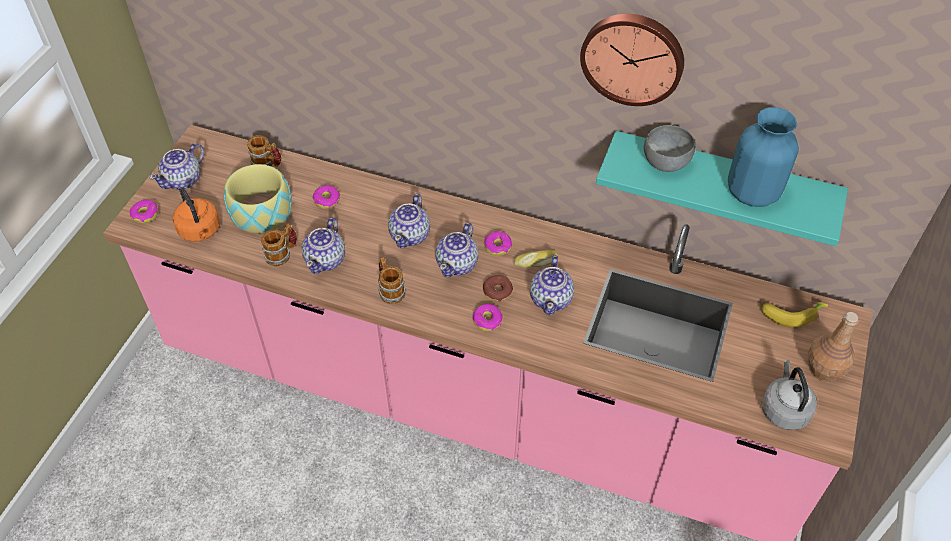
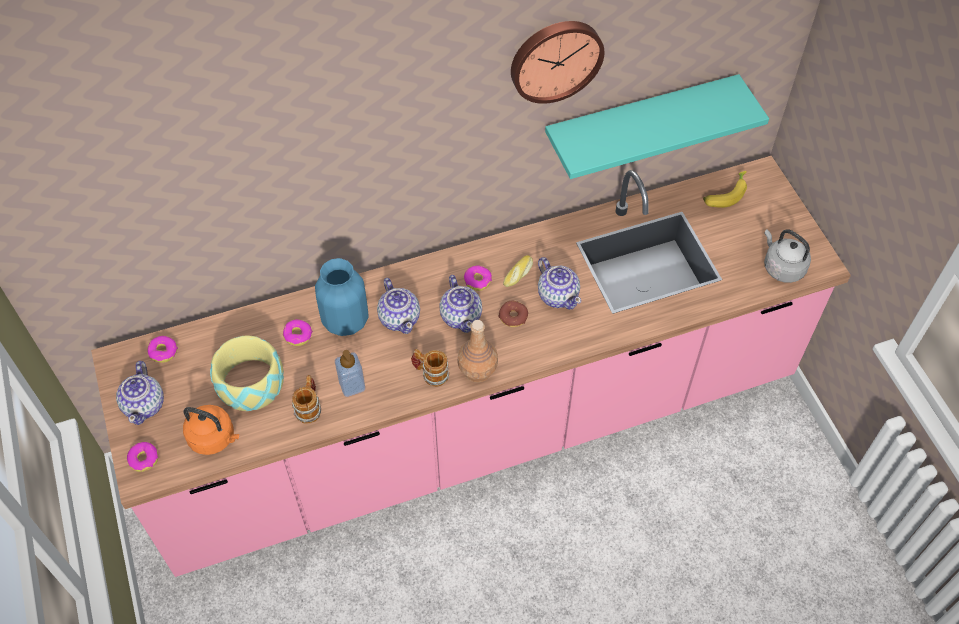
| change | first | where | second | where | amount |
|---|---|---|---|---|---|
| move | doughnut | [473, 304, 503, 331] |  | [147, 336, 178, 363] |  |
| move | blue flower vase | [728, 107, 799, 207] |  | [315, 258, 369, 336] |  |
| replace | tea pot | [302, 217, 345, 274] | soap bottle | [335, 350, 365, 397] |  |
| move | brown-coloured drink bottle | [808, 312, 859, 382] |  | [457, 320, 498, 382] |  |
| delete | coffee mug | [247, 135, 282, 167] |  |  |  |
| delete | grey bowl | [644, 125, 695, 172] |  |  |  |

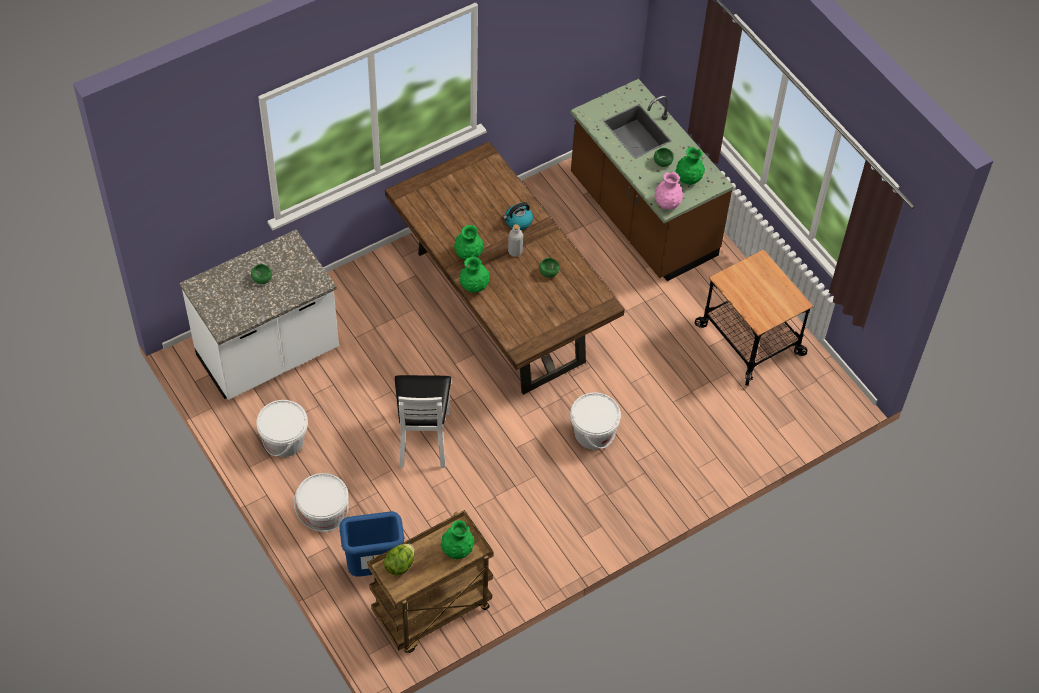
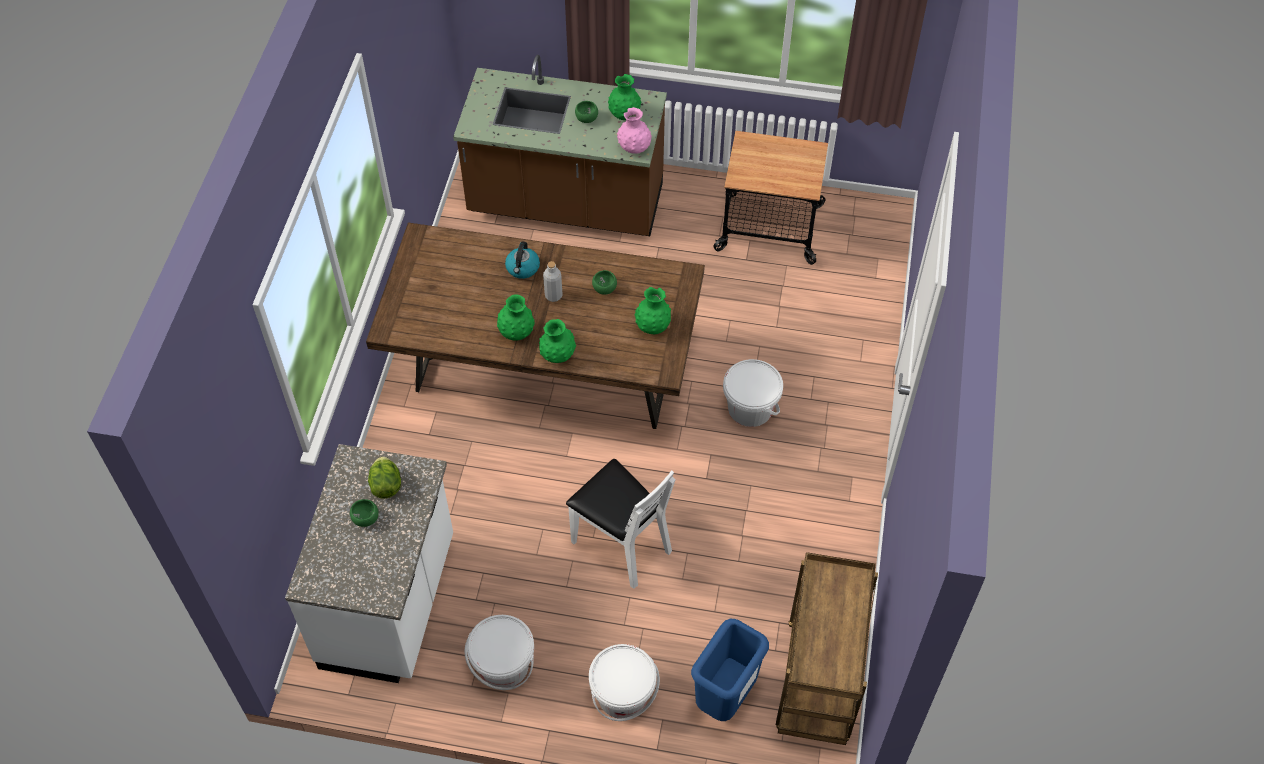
| change | first | where | second | where | amount |
|---|---|---|---|---|---|
| move | lettuce | [383, 544, 415, 575] |  | [368, 456, 401, 498] |  |
| move | green-coloured flower vase | [441, 520, 475, 559] |  | [635, 287, 671, 334] |  |

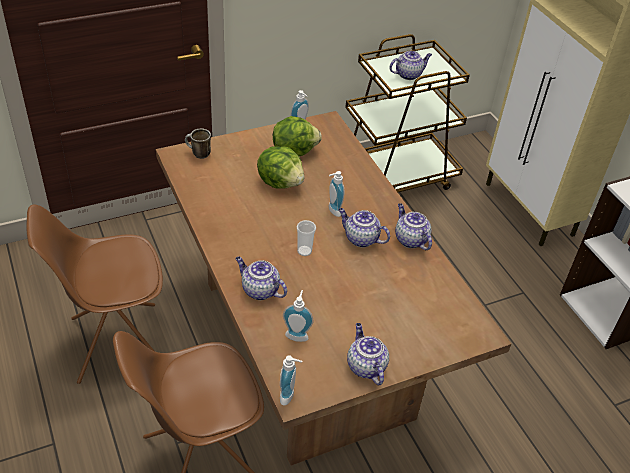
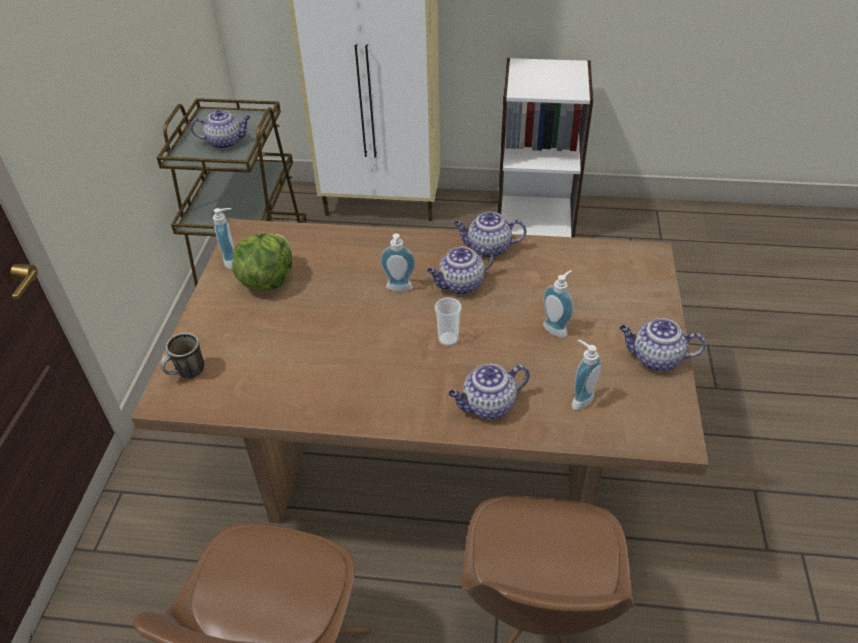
| change | first | where | second | where | amount |
|---|---|---|---|---|---|
| rotate | tea pot | [389, 51, 432, 80] |  | [191, 110, 251, 149] | 75 degrees clockwise |
| move | soap bottle | [280, 355, 302, 406] |  | [543, 270, 574, 338] |  |
| delete | lettuce | [257, 147, 304, 189] |  |  |  |

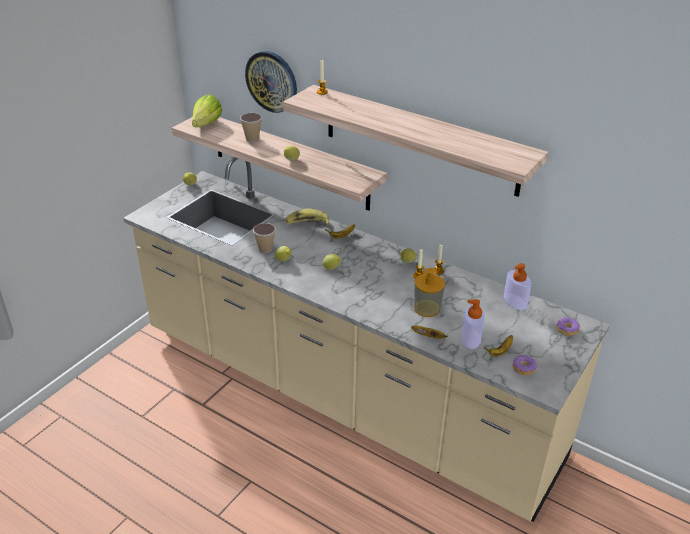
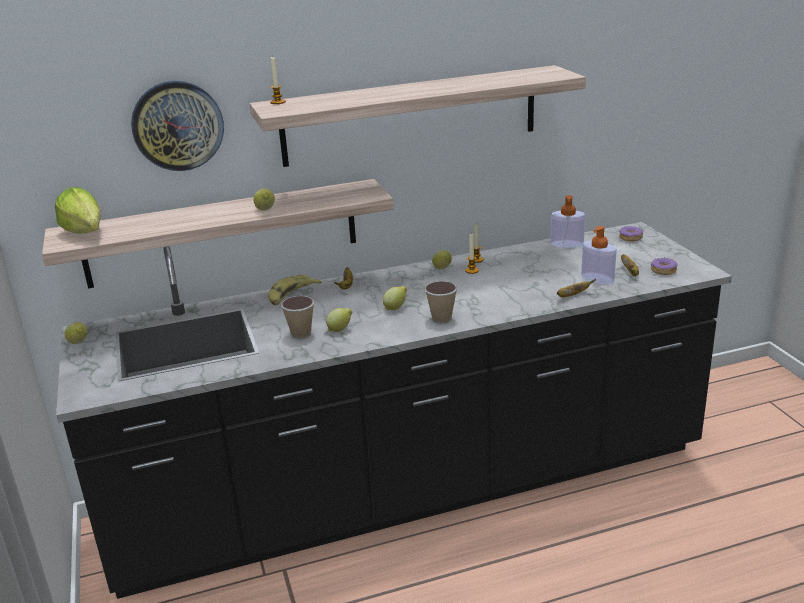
| change | first | where | second | where | amount |
|---|---|---|---|---|---|
| recolor | beige counter | [123, 157, 609, 522] | black-coloured counter | [56, 222, 732, 599] |  |
| move | drinking cup | [240, 113, 262, 142] |  | [425, 281, 457, 324] |  |
| delete | soap bottle | [414, 268, 445, 317] |  |  |  |

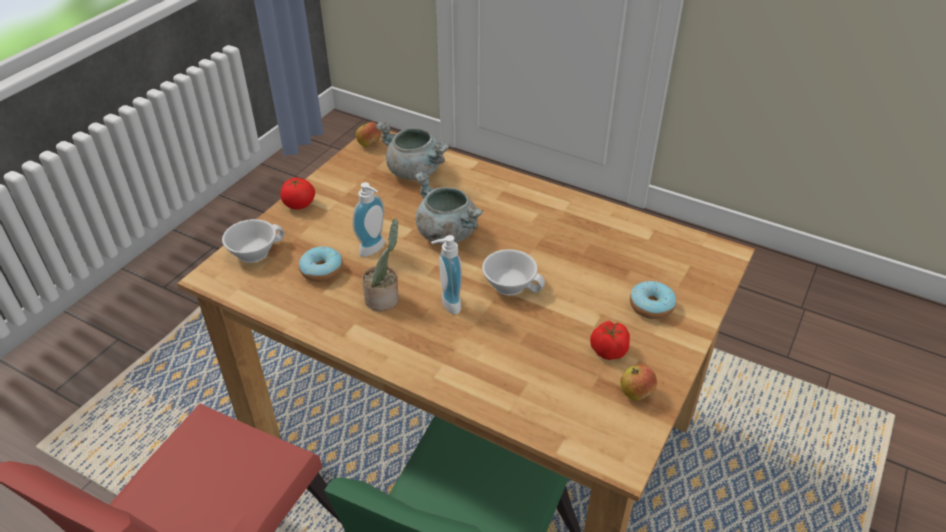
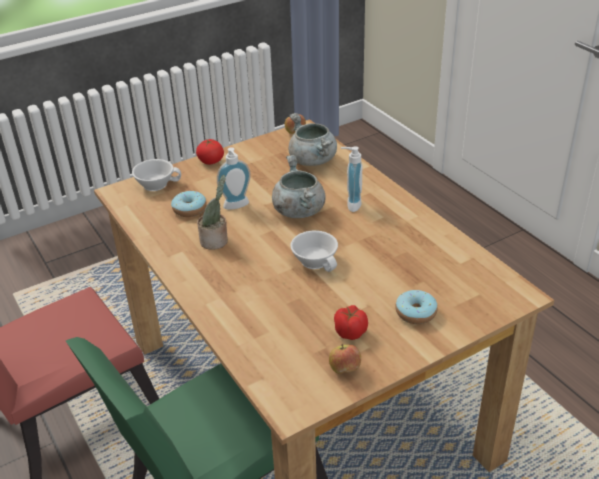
| change | first | where | second | where | amount |
|---|---|---|---|---|---|
| move | soap bottle | [431, 235, 462, 314] |  | [341, 146, 363, 212] |  |

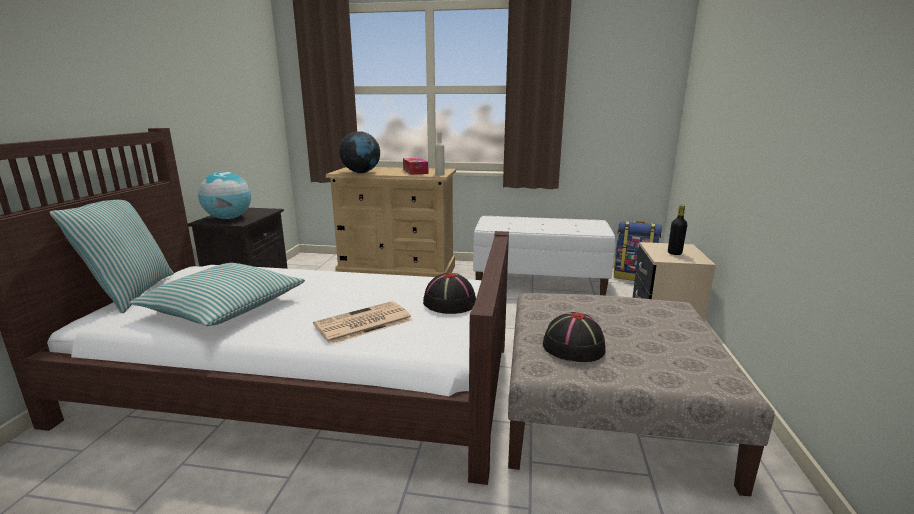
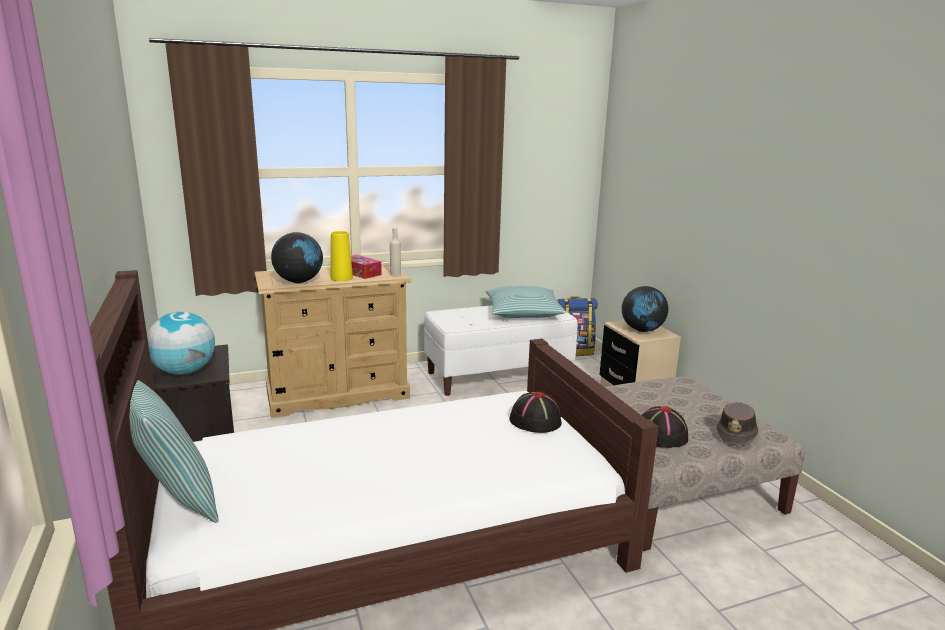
| change | first | where | second | where | amount |
|---|---|---|---|---|---|
| insert |  |  | yellowish flower vase | [331, 231, 353, 281] |  |
| move | throw pillow | [129, 263, 305, 326] |  | [486, 286, 566, 318] |  |
| replace | black-coloured drink bottle | [668, 205, 687, 255] | world globe | [622, 286, 669, 332] |  |
| insert |  |  | brown-coloured clothing hat | [716, 402, 758, 445] |  |
| delete | daily paper | [313, 301, 412, 344] |  |  |  |

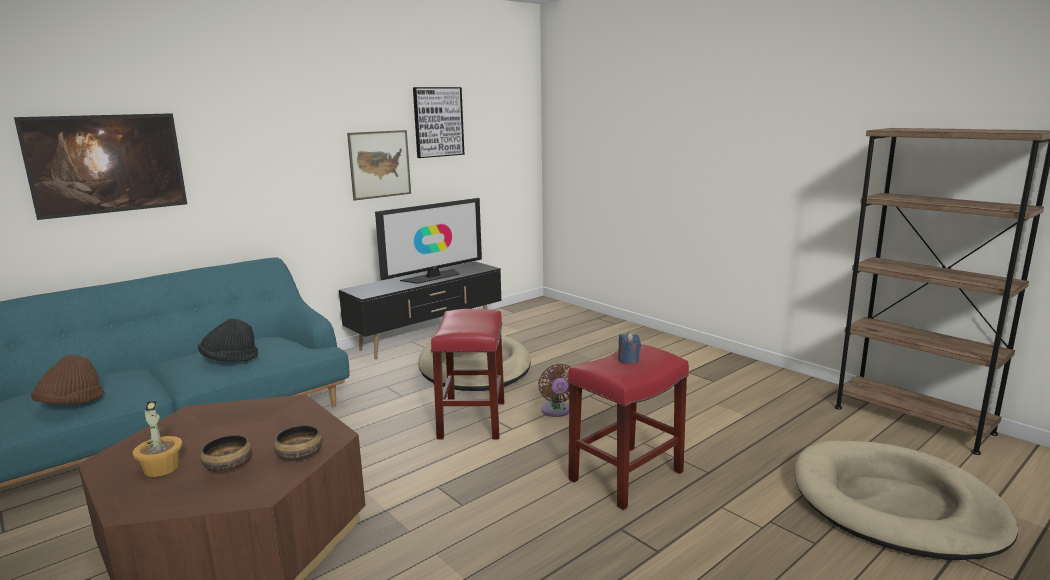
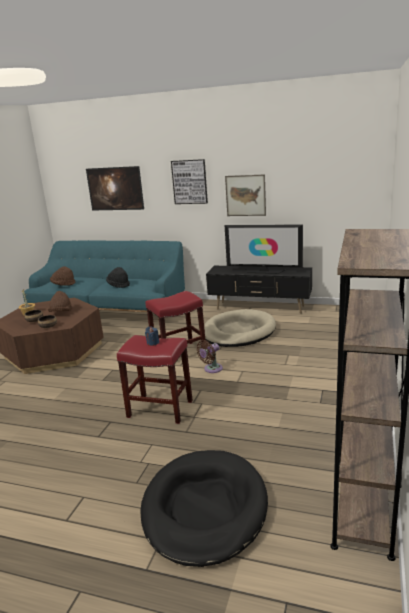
| change | first | where | second | where | amount |
|---|---|---|---|---|---|
| insert |  |  | brown-coloured clothing hat | [48, 291, 72, 312] |  |
| recolor | beige dog cushion | [795, 440, 1018, 560] | black-coloured dog cushion | [140, 450, 268, 567] |  |
| move | wall art | [413, 87, 465, 158] |  | [171, 159, 208, 204] |  |

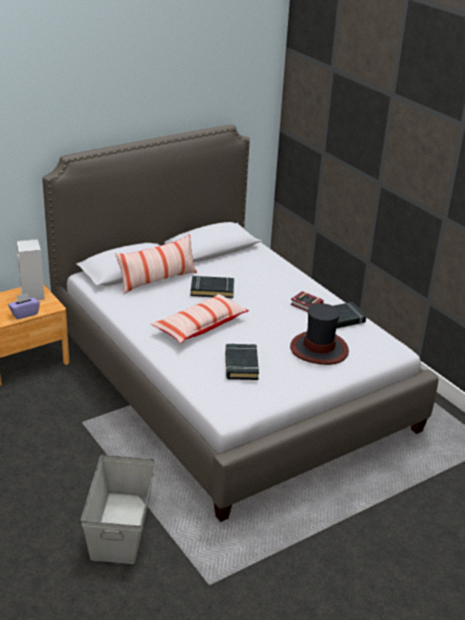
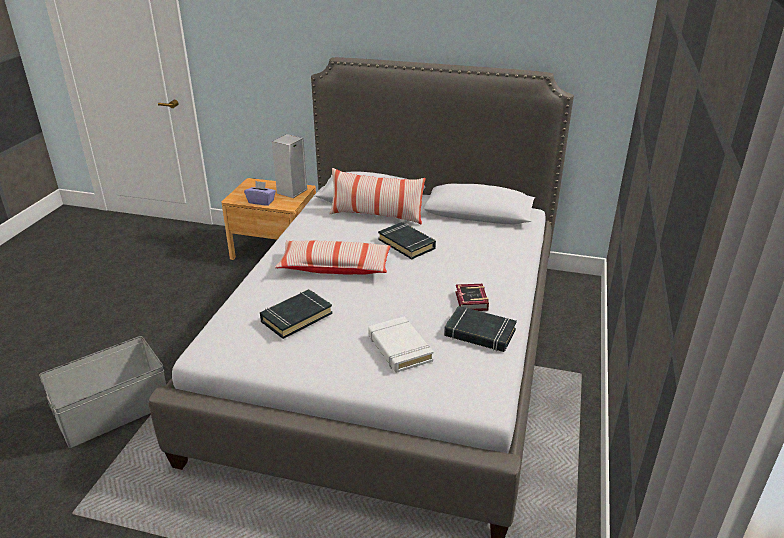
| change | first | where | second | where | amount |
|---|---|---|---|---|---|
| replace | clothing hat | [290, 303, 349, 365] | white volume | [368, 316, 434, 373] |  |

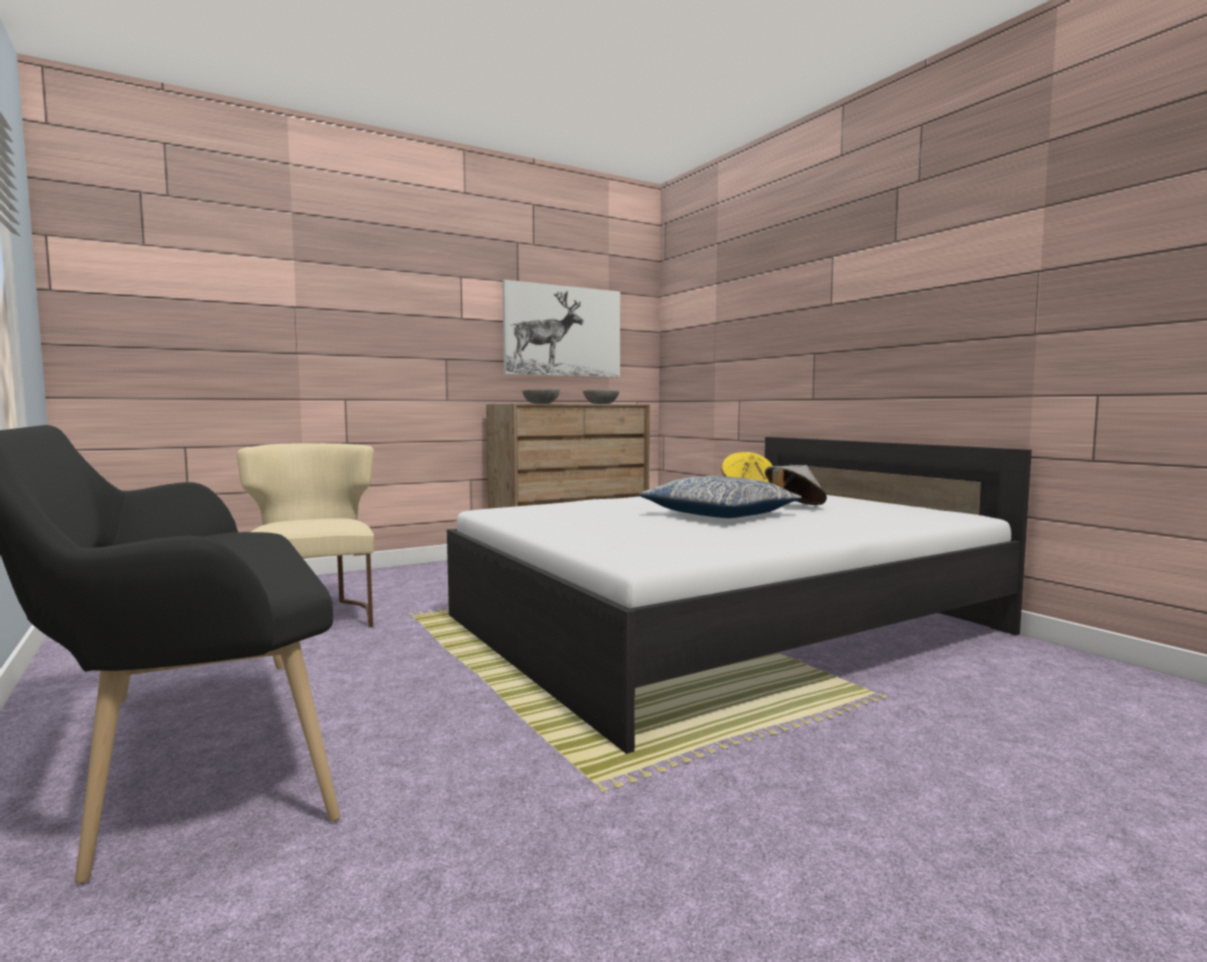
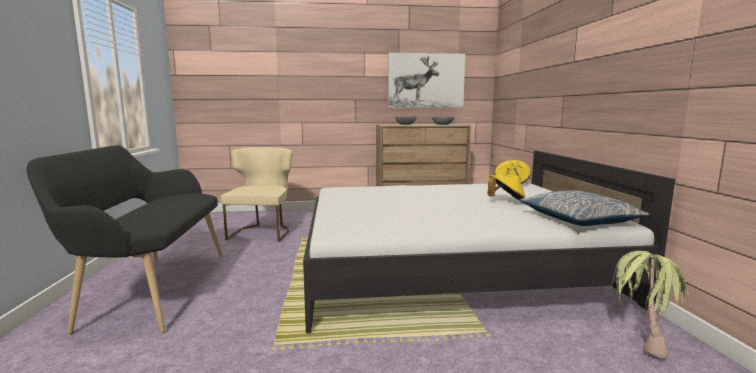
| change | first | where | second | where | amount |
|---|---|---|---|---|---|
| recolor | grey clothing hat | [765, 465, 827, 505] | yellowish clothing hat | [488, 175, 525, 201] |  |
| move | throw pillow | [639, 476, 802, 518] |  | [520, 191, 650, 226] |  |
| insert |  |  | potted plant | [610, 251, 689, 360] |  |

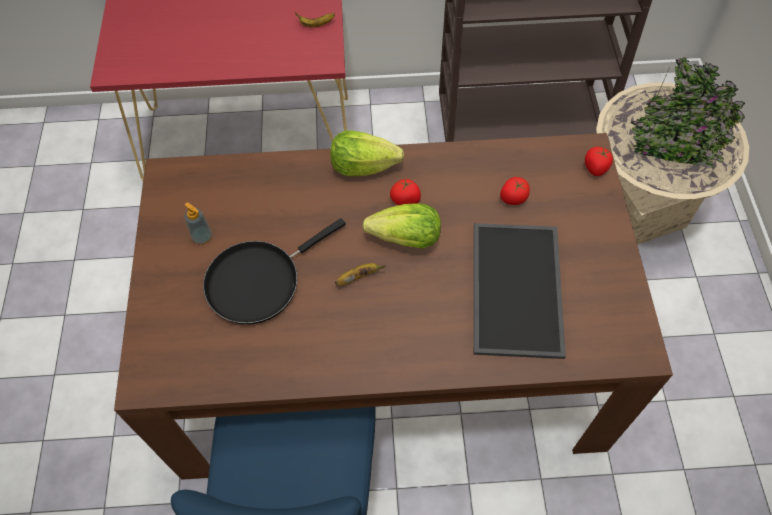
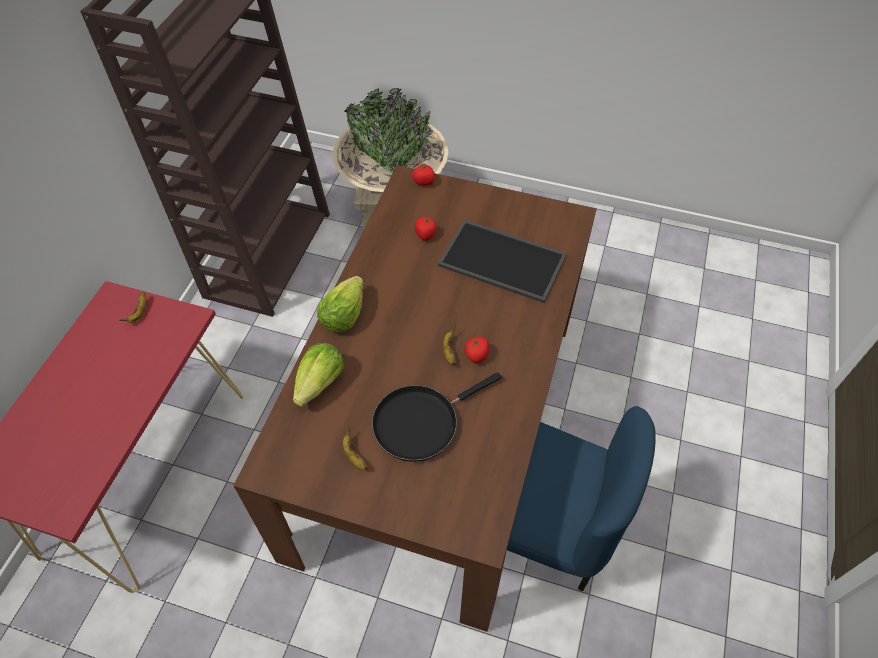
| change | first | where | second | where | amount |
|---|---|---|---|---|---|
| move | lettuce | [362, 203, 441, 249] |  | [293, 343, 344, 407] |  |
| replace | soap bottle | [184, 202, 212, 245] | banana | [343, 426, 368, 470] |  |
| rotate | black-coloured skillet | [203, 218, 346, 325] |  | [372, 372, 502, 462] | 75 degrees clockwise |
| move | fresh tomato | [390, 179, 421, 205] |  | [465, 336, 489, 363] |  |

